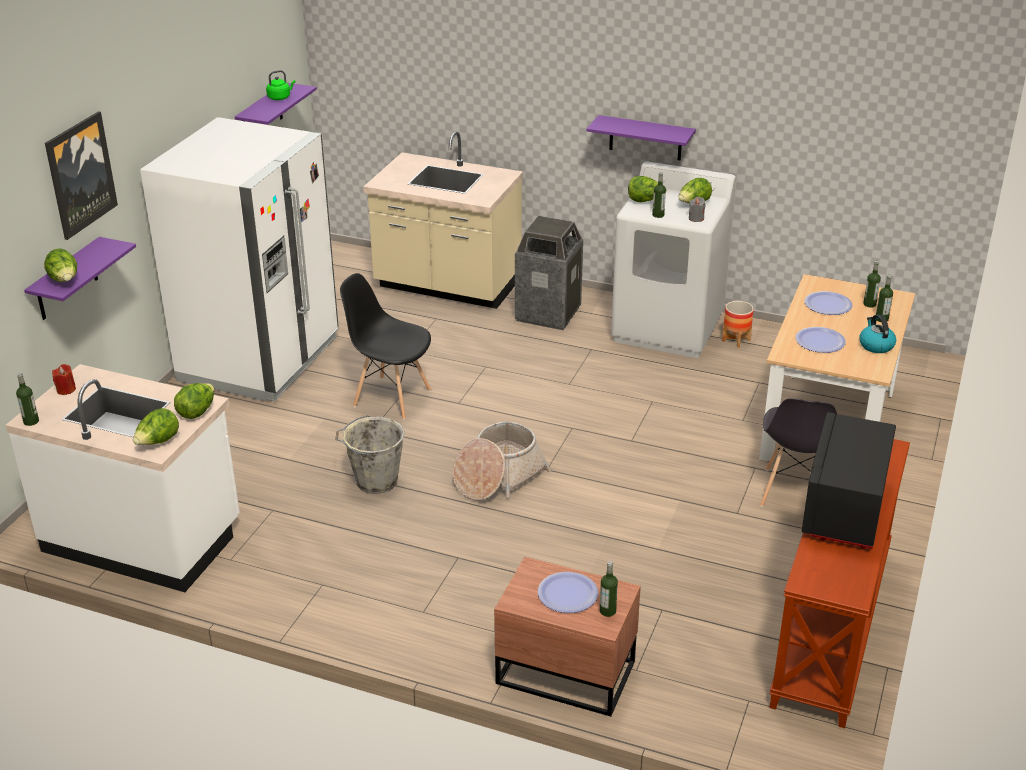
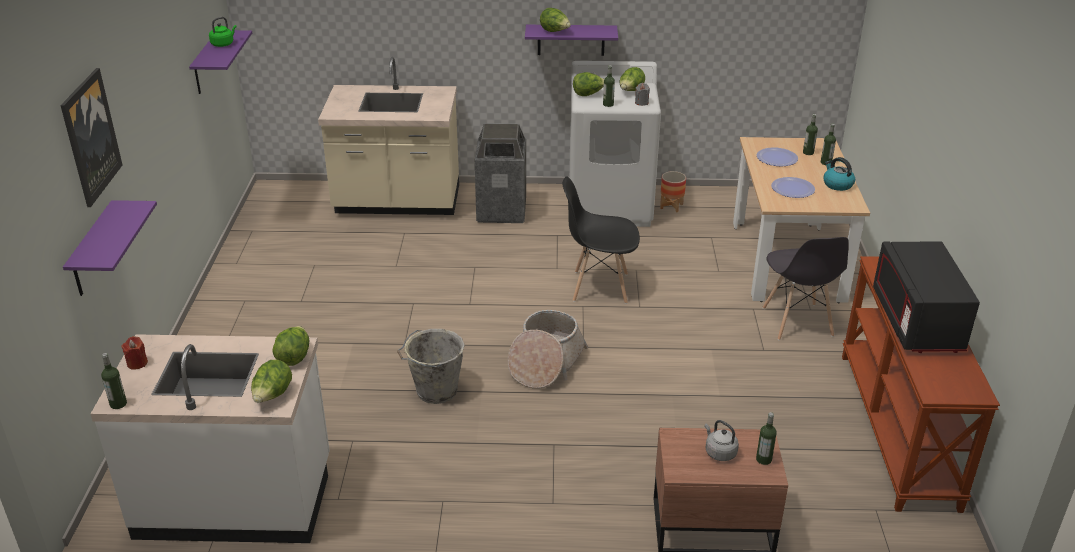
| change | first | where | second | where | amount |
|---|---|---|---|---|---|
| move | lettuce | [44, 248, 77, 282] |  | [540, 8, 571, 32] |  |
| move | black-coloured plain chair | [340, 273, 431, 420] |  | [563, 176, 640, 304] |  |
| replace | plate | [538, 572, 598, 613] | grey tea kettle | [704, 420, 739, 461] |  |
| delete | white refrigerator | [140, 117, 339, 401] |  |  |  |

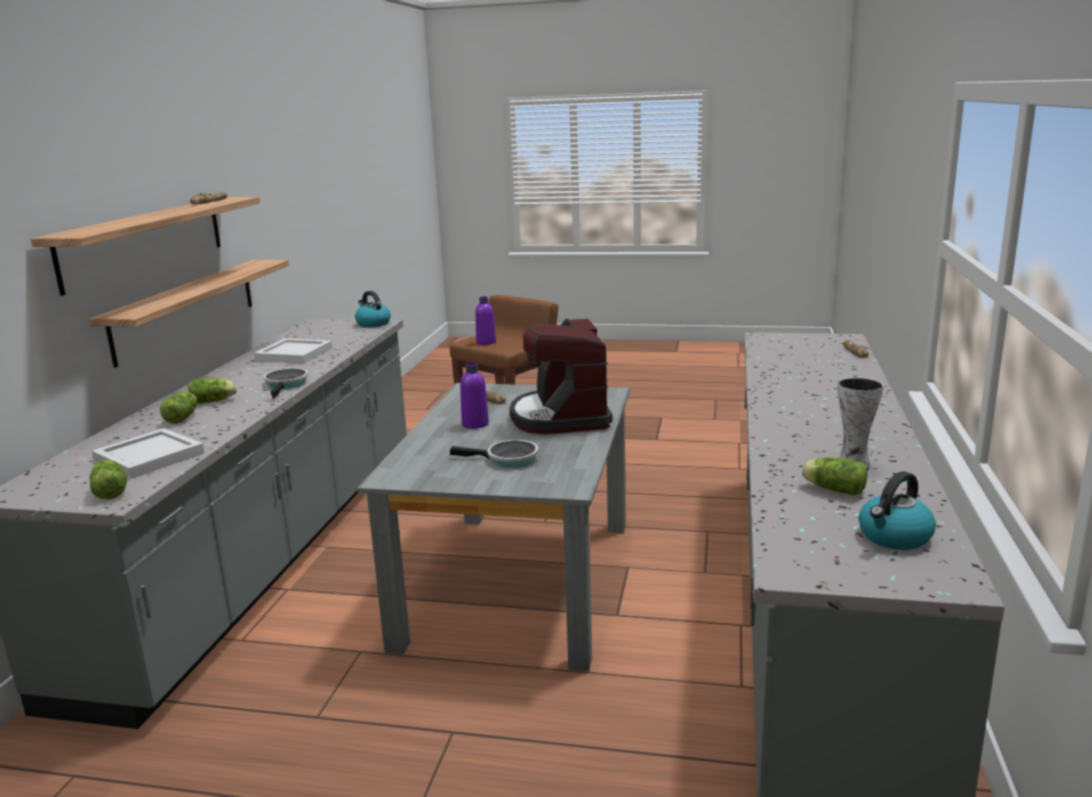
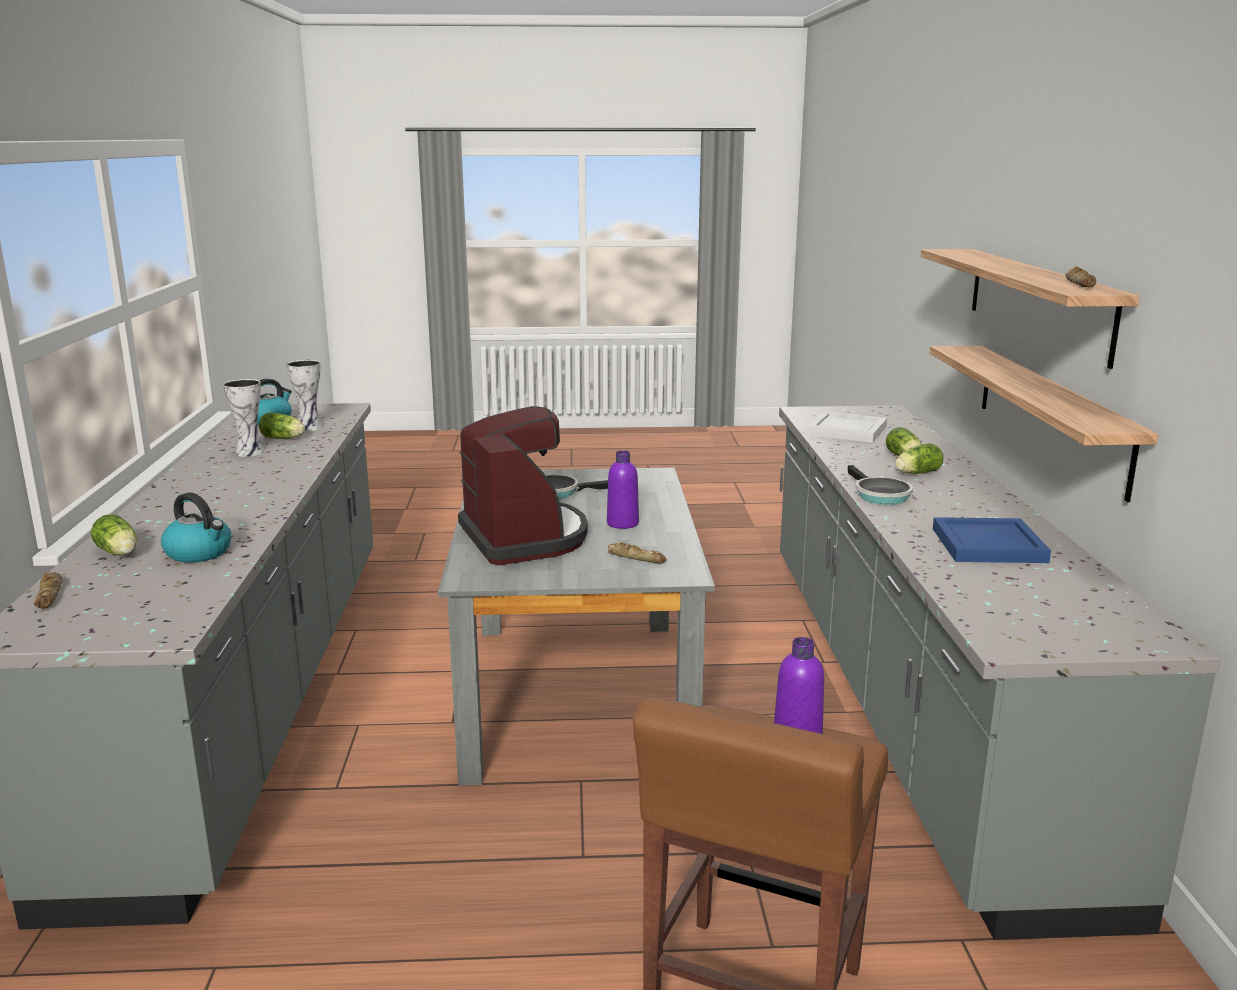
| change | first | where | second | where | amount |
|---|---|---|---|---|---|
| move | lettuce | [89, 460, 127, 500] |  | [91, 514, 137, 555] |  |
| move | tea kettle | [355, 291, 391, 327] |  | [161, 493, 231, 563] |  |
| insert |  |  | flower vase | [286, 360, 323, 431] |  |
| recolor | white carrying tray | [254, 339, 332, 363] | blue carrying tray | [933, 517, 1051, 563] |  |

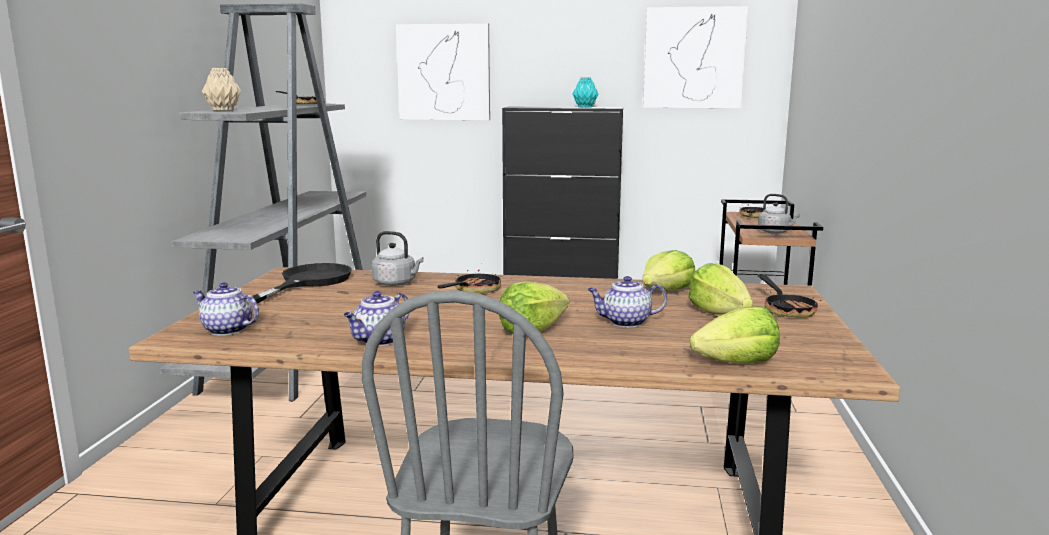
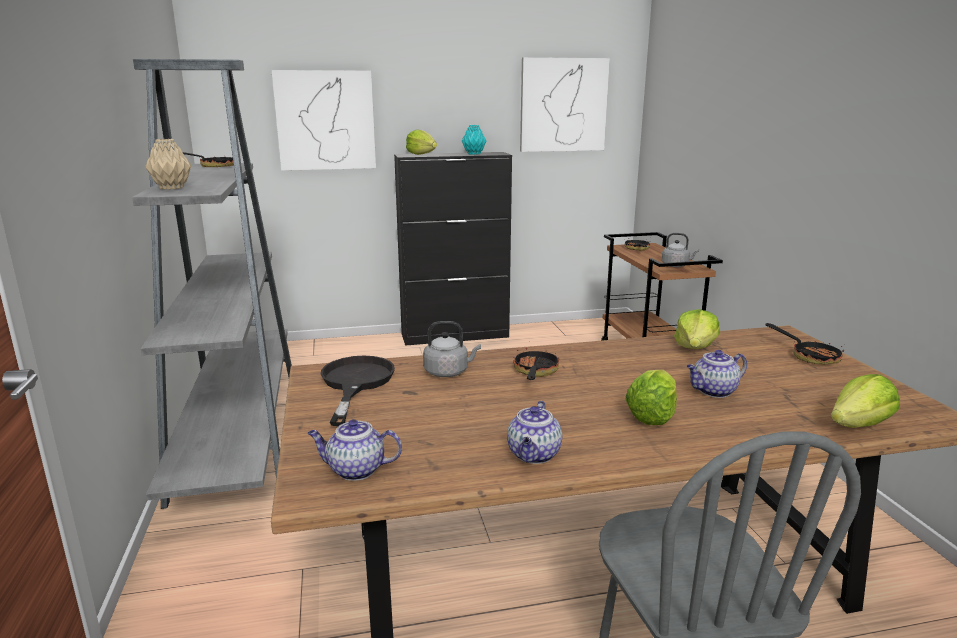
| change | first | where | second | where | amount |
|---|---|---|---|---|---|
| move | lettuce | [688, 263, 753, 315] |  | [406, 129, 437, 155] |  |

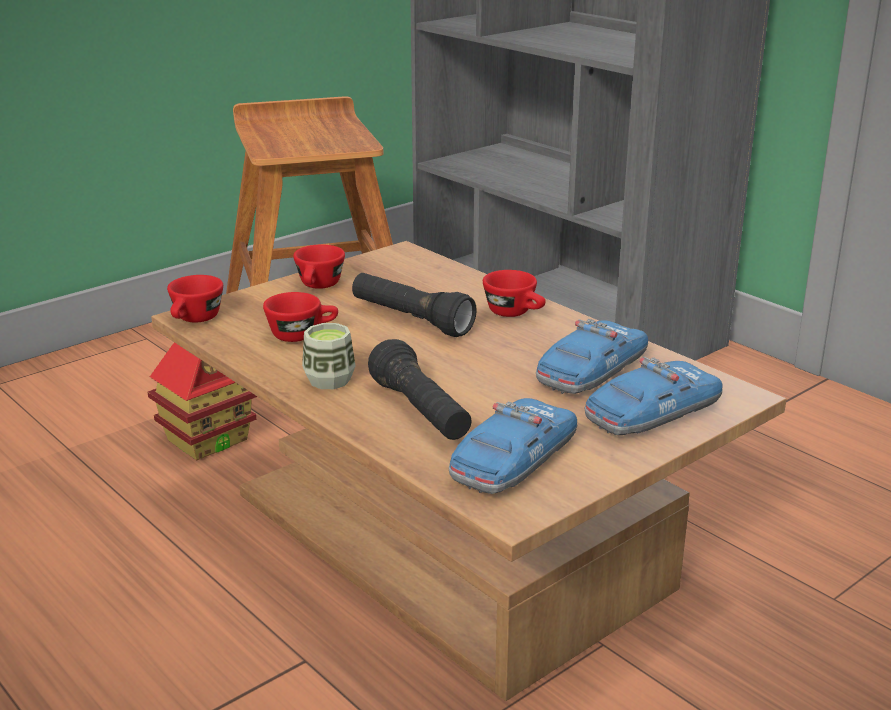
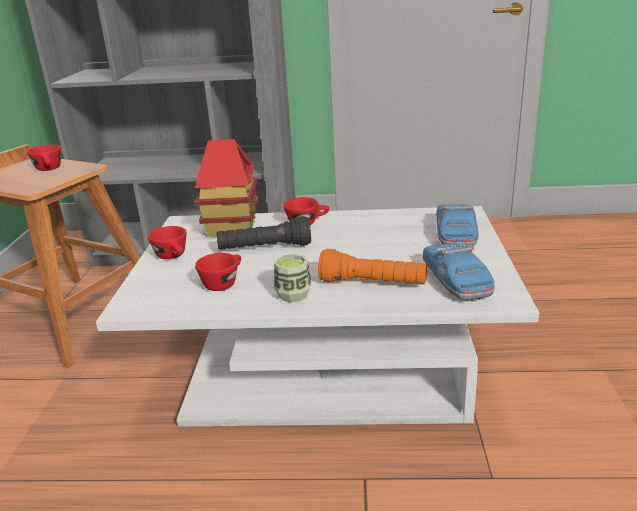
| change | first | where | second | where | amount |
|---|---|---|---|---|---|
| move | red-coloured drinking cup | [167, 275, 223, 322] |  | [27, 145, 61, 171] |  |
| recolor | brown-coloured coffee table | [151, 241, 786, 701] | white coffee table | [96, 206, 539, 427] |  |
| move | miniature house | [148, 342, 257, 460] |  | [194, 139, 258, 237] |  |
| recolor | black-coloured torch | [368, 339, 471, 440] | orange torch | [318, 249, 427, 285] |  |
| delete | model car | [536, 319, 648, 394] |  |  |  |

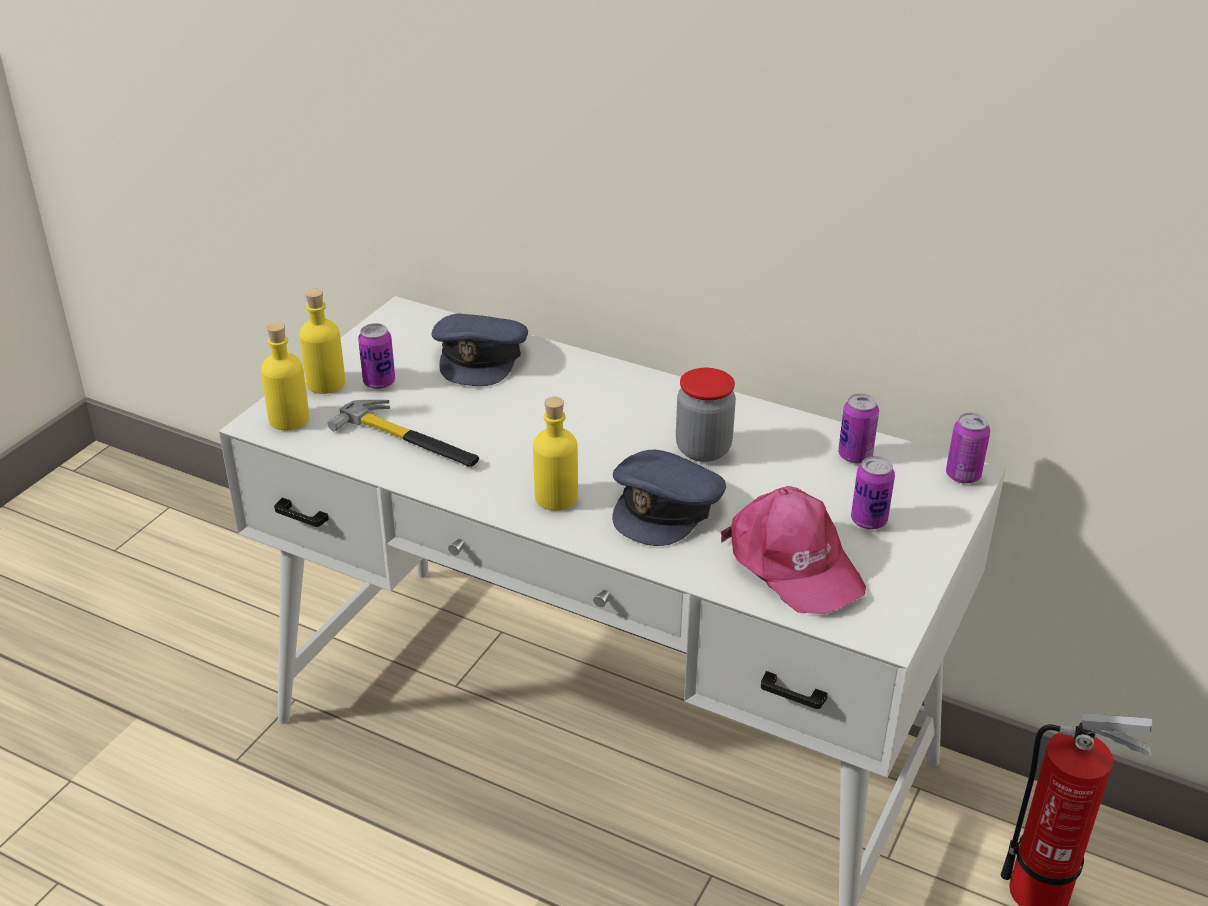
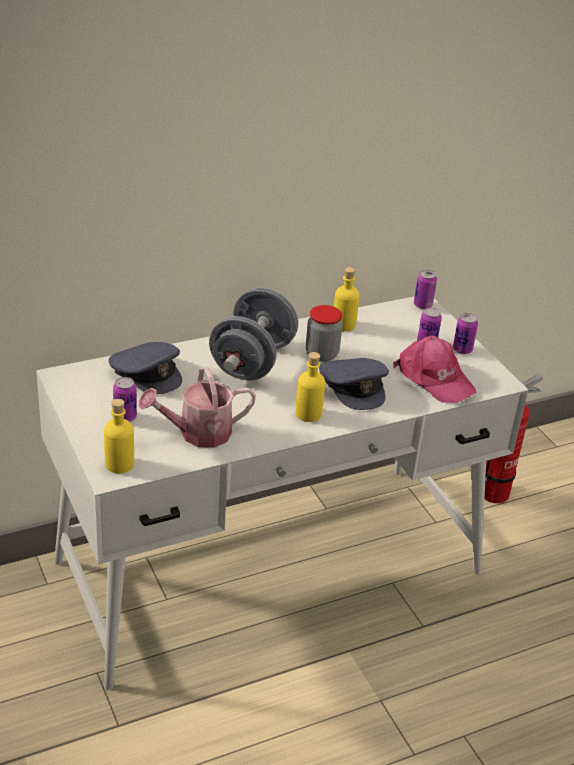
| change | first | where | second | where | amount |
|---|---|---|---|---|---|
| replace | hammer | [327, 400, 479, 467] | sprinkling can | [139, 367, 256, 448] |  |
| insert |  |  | grey hand weight | [209, 288, 298, 381] |  |
| move | yellowish drink bottle | [299, 289, 345, 394] |  | [334, 267, 359, 331] |  |
| rotate | pink-coloured peaked cap | [721, 486, 866, 614] |  | [393, 335, 477, 403] | 45 degrees clockwise |
| move | can | [838, 394, 879, 463] |  | [453, 313, 478, 354] |  |

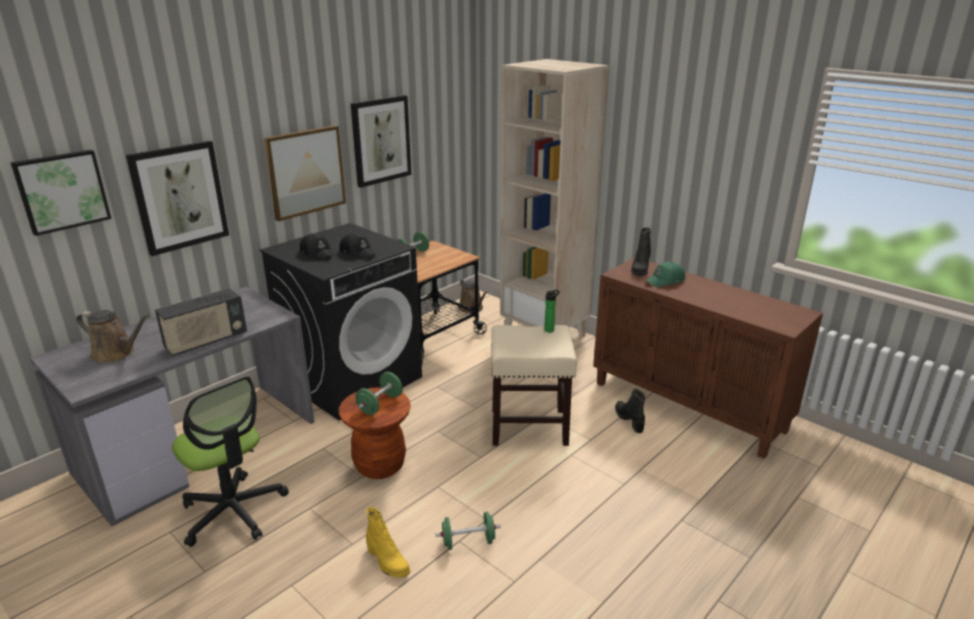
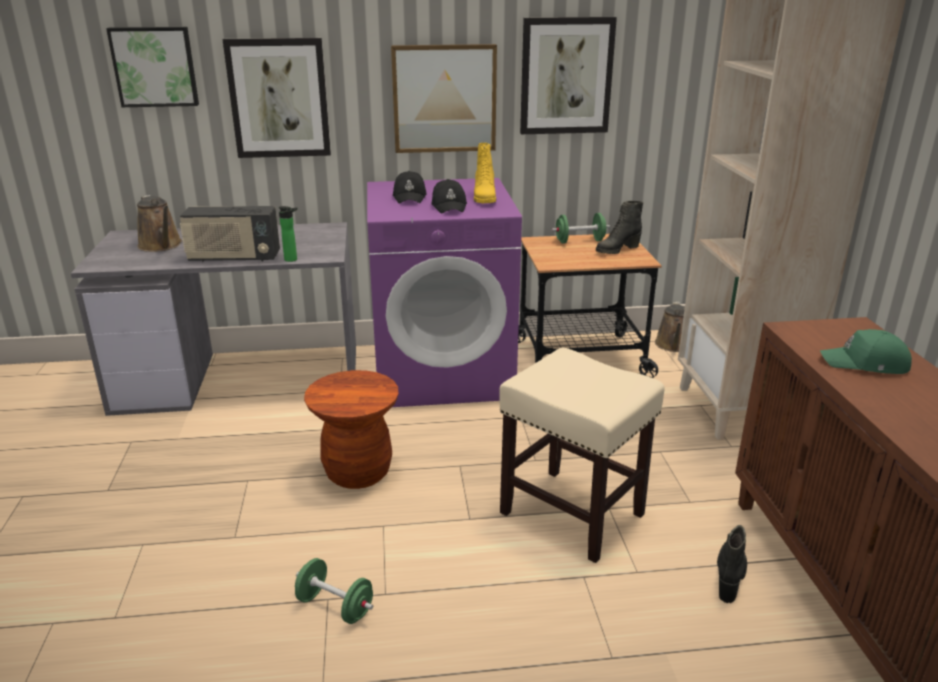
| change | first | where | second | where | amount |
|---|---|---|---|---|---|
| move | drink bottle | [544, 290, 560, 333] |  | [278, 206, 297, 262] |  |
| recolor | black-coloured washing machine | [260, 223, 422, 420] | purple washing machine | [367, 178, 522, 407] |  |
| move | yellowish high-top boot | [366, 507, 410, 578] |  | [474, 143, 496, 203] |  |
| move | black-coloured high-top boot | [631, 227, 651, 276] |  | [596, 201, 643, 254] |  |
| delete | office chair | [172, 376, 289, 547] |  |  |  |
| delete | green-coloured hand weight | [355, 372, 403, 415] |  |  |  |

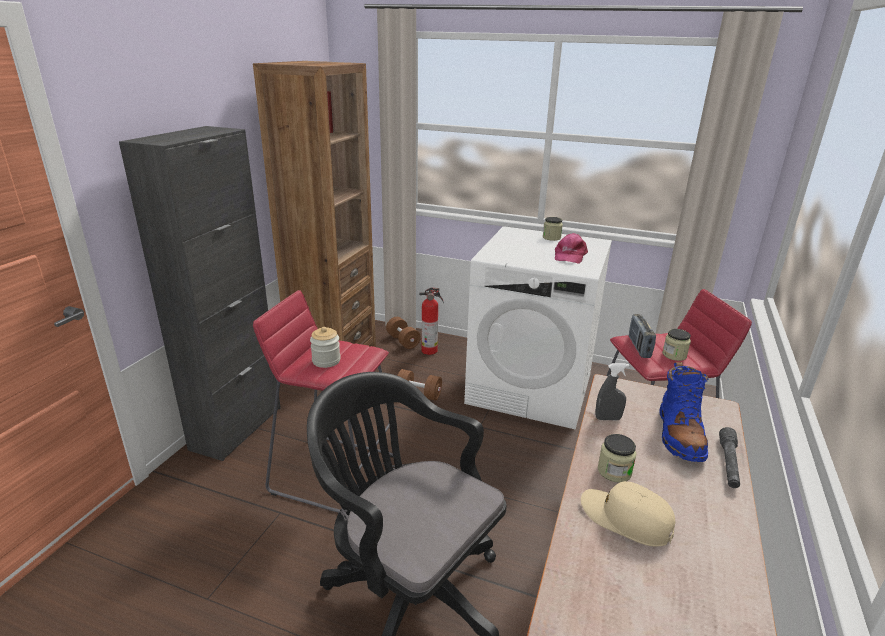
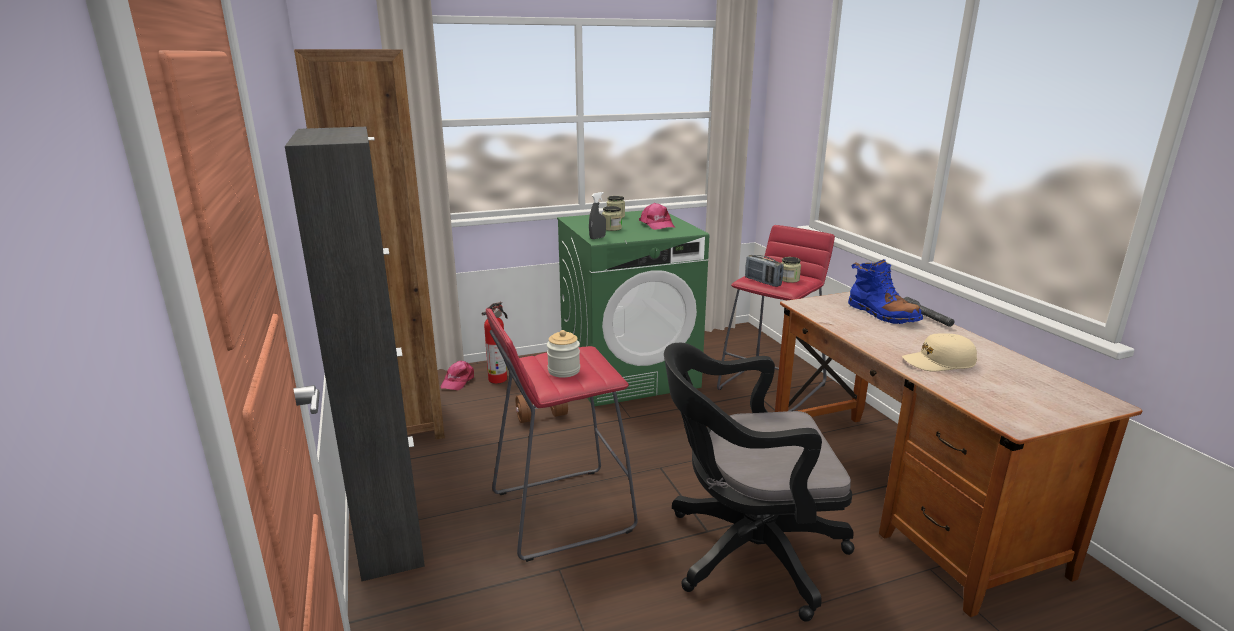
| change | first | where | second | where | amount |
|---|---|---|---|---|---|
| replace | brown-coloured hand weight | [386, 317, 421, 349] | pink-coloured peaked cap | [440, 361, 474, 390] |  |
| recolor | white washing machine | [464, 226, 612, 429] | green-coloured washing machine | [557, 210, 709, 406] |  |
| move | grey hand sprayer | [595, 363, 630, 420] |  | [589, 192, 606, 239] |  |
| move | preserve jar | [598, 434, 636, 482] |  | [602, 206, 622, 231] |  |

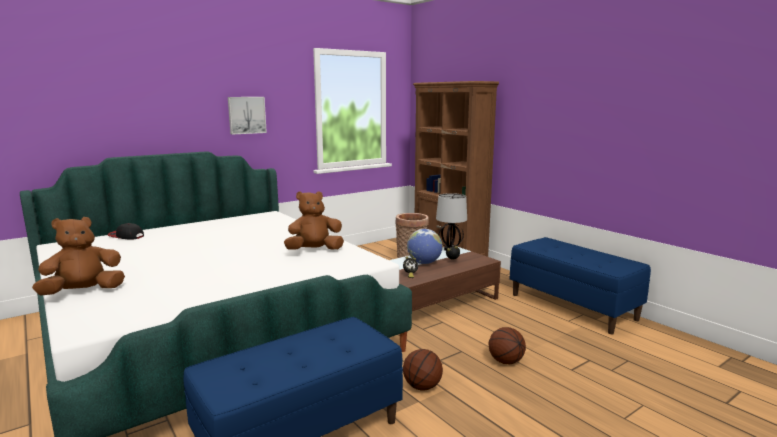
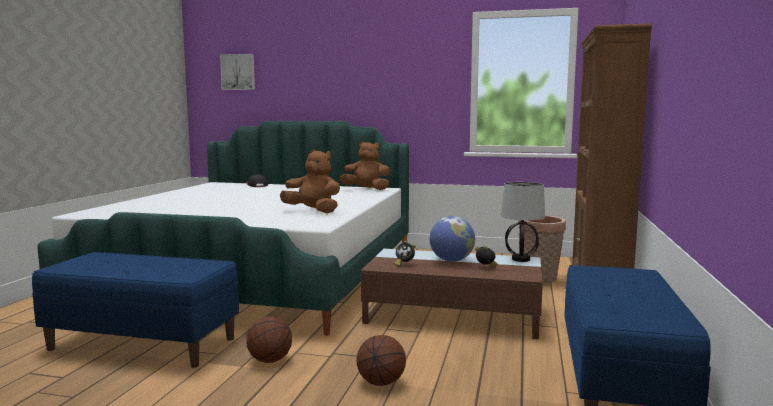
| change | first | where | second | where | amount |
|---|---|---|---|---|---|
| move | wall art | [228, 97, 267, 135] |  | [220, 54, 255, 90] |  |
| move | brown-coloured soft toy | [32, 217, 125, 295] |  | [340, 141, 390, 190] |  |

